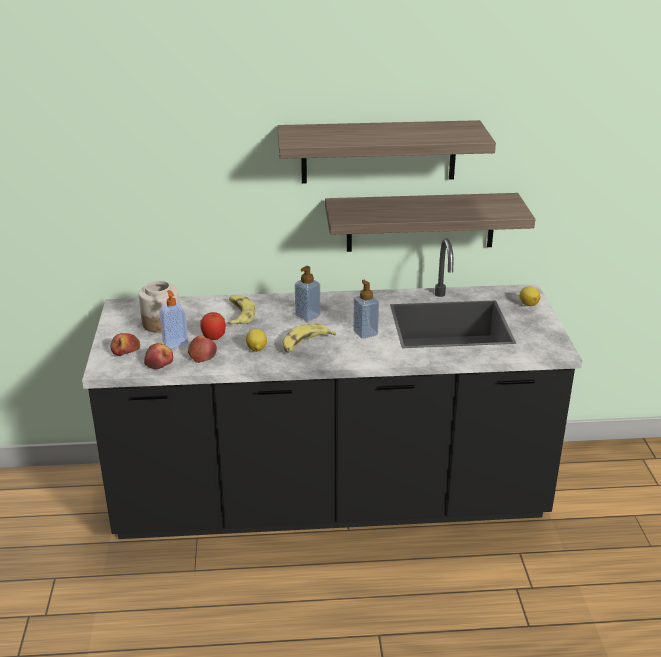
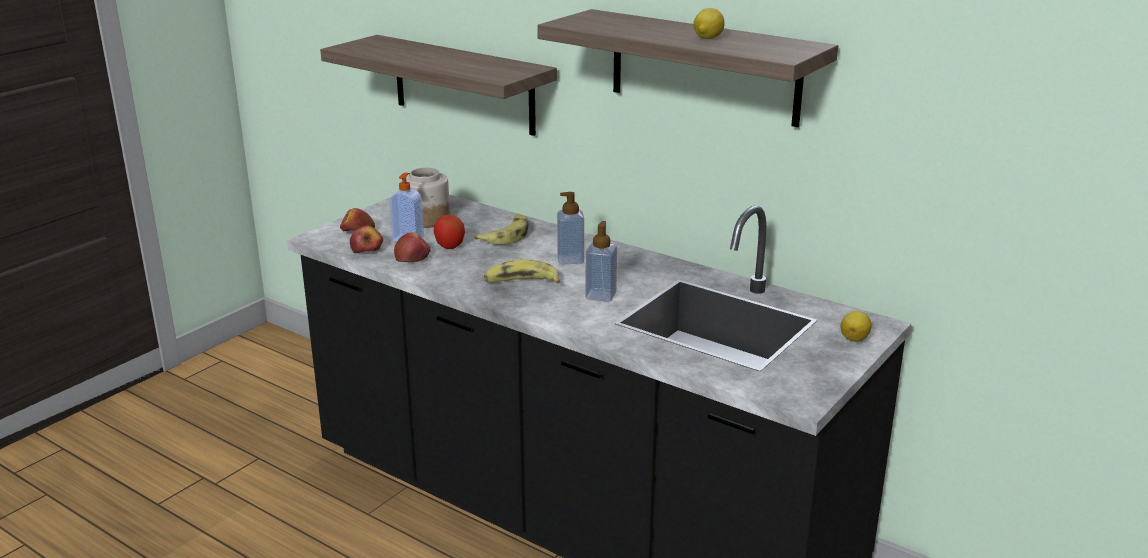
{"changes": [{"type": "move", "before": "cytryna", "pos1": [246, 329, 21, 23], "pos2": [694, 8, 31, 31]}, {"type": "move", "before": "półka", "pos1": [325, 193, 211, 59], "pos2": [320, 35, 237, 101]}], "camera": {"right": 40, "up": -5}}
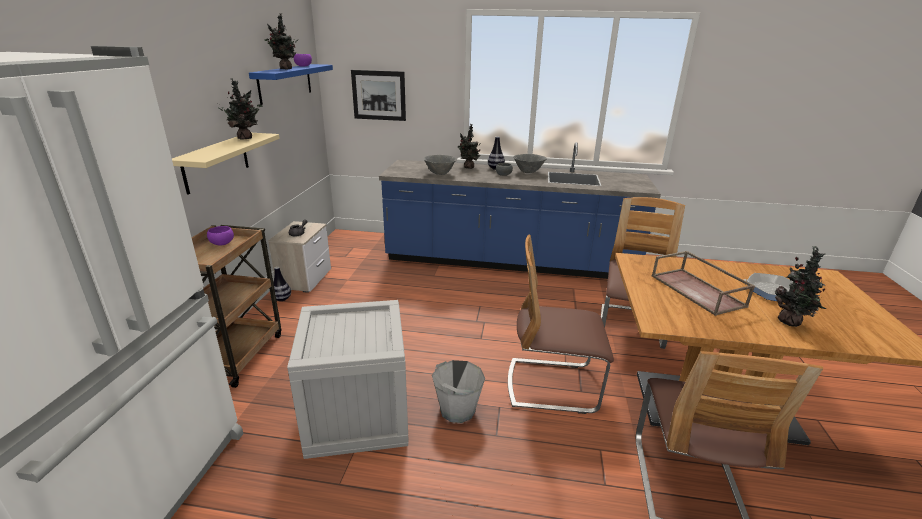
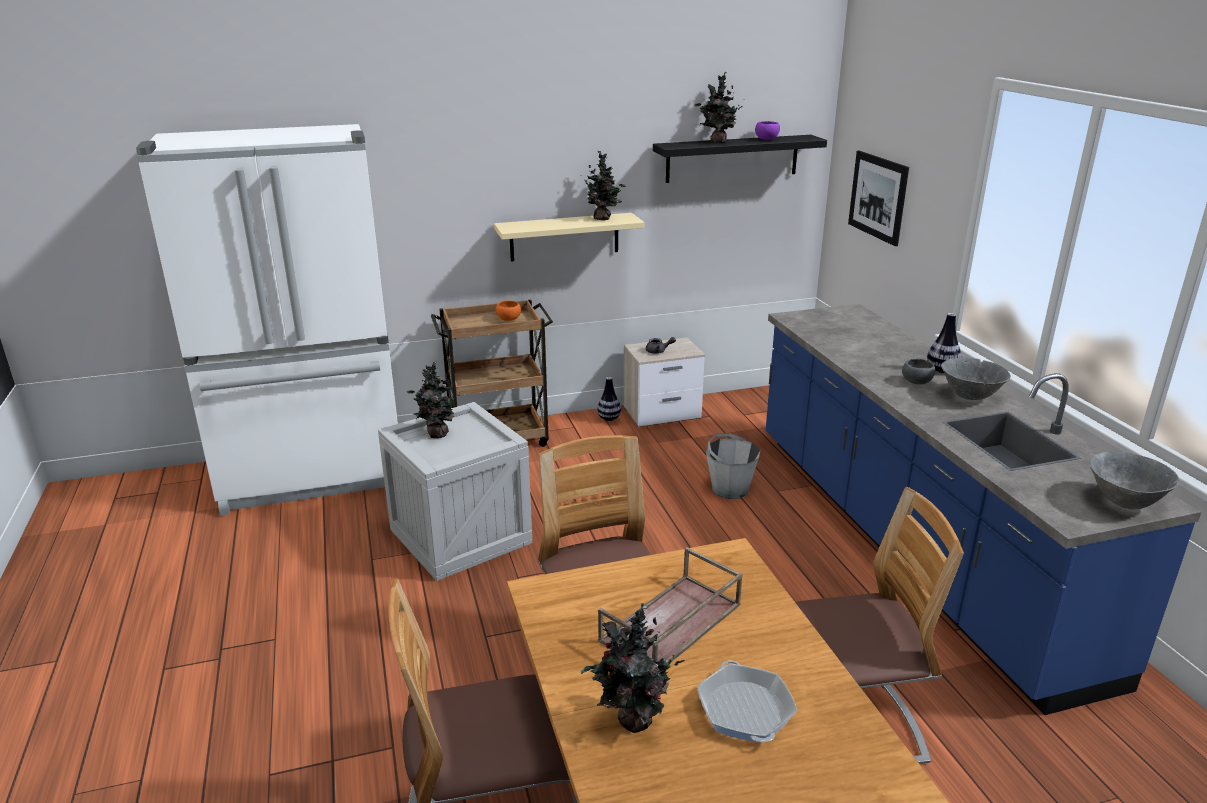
{"changes": [{"type": "recolor", "before": "miska [fioletowy]", "after": "miska [pomarańczowy]", "pos1": [207, 226, 27, 19], "pos2": [496, 300, 25, 21]}, {"type": "recolor", "before": "półka [niebieski]", "after": "półka [czarny]", "pos1": [249, 64, 84, 41], "pos2": [653, 135, 174, 48]}, {"type": "move", "before": "miska [szary]", "pos1": [423, 155, 33, 20], "pos2": [1089, 451, 90, 59]}, {"type": "move", "before": "wiadro [szary]", "pos1": [432, 360, 53, 63], "pos2": [706, 433, 54, 66]}, {"type": "move", "before": "roślina doniczkowa", "pos1": [458, 124, 23, 45], "pos2": [407, 361, 53, 77]}], "camera": {"right": 65, "up": 0}}
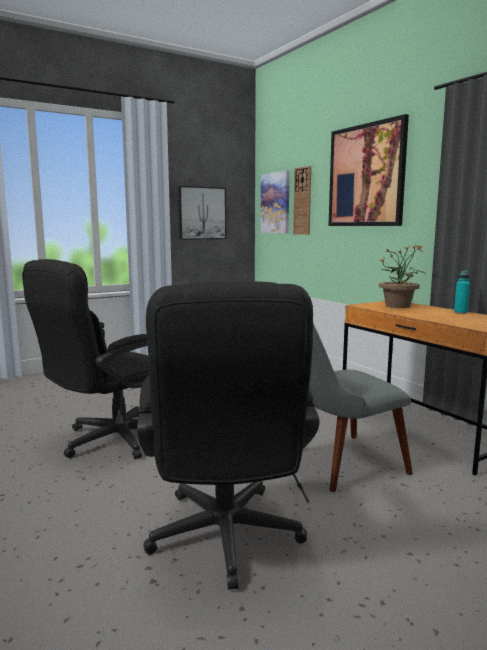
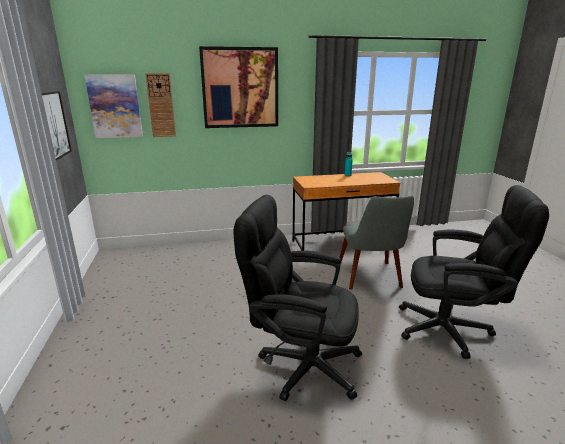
{"changes": [{"type": "rotate", "before": "krzesło biurowe [czarny]", "pos1": [22, 259, 127, 200], "pos2": [233, 195, 129, 206], "turn": 135}, {"type": "delete", "before": "roślina doniczkowa", "pos1": [379, 245, 47, 63]}], "camera": {"right": -70, "up": 10}}
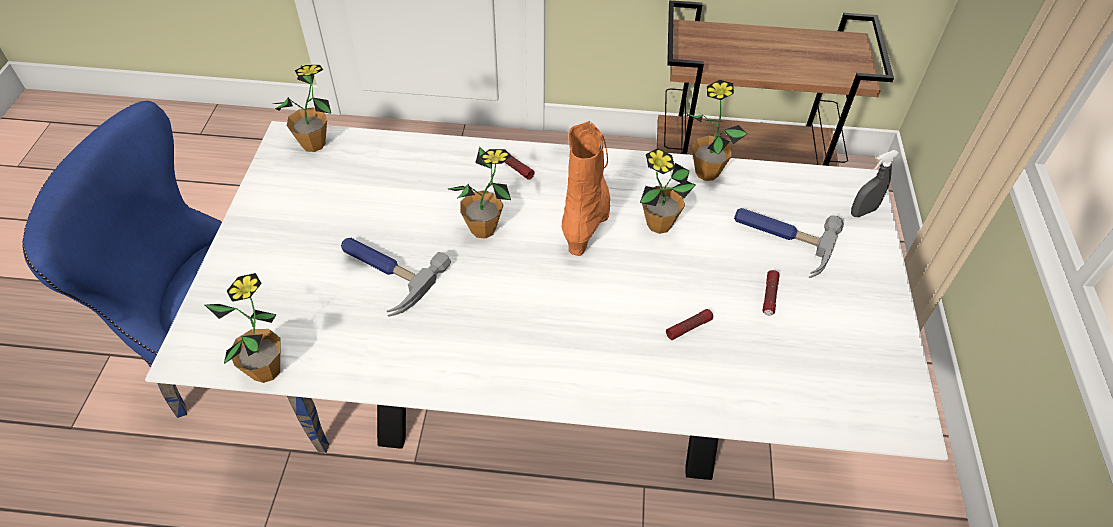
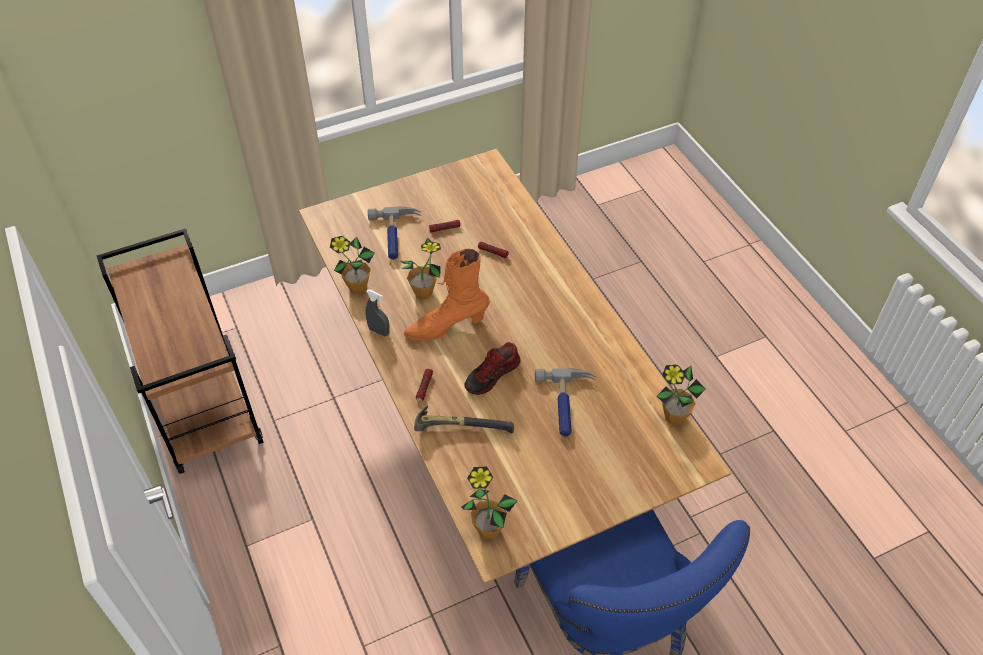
{"changes": [{"type": "recolor", "before": "stół jadalny [biały]", "after": "stół jadalny [brązowy]", "pos1": [145, 121, 803, 359], "pos2": [299, 149, 433, 435]}, {"type": "replace", "before": "roślina doniczkowa", "after": "but", "pos1": [448, 147, 63, 92], "pos2": [464, 342, 57, 53]}, {"type": "move", "before": "spryskiwacz [szary]", "pos1": [851, 150, 48, 67], "pos2": [365, 289, 25, 48]}, {"type": "insert", "after": "młotek", "pos2": [414, 405, 100, 29]}], "camera": {"right": -120, "up": 0}}
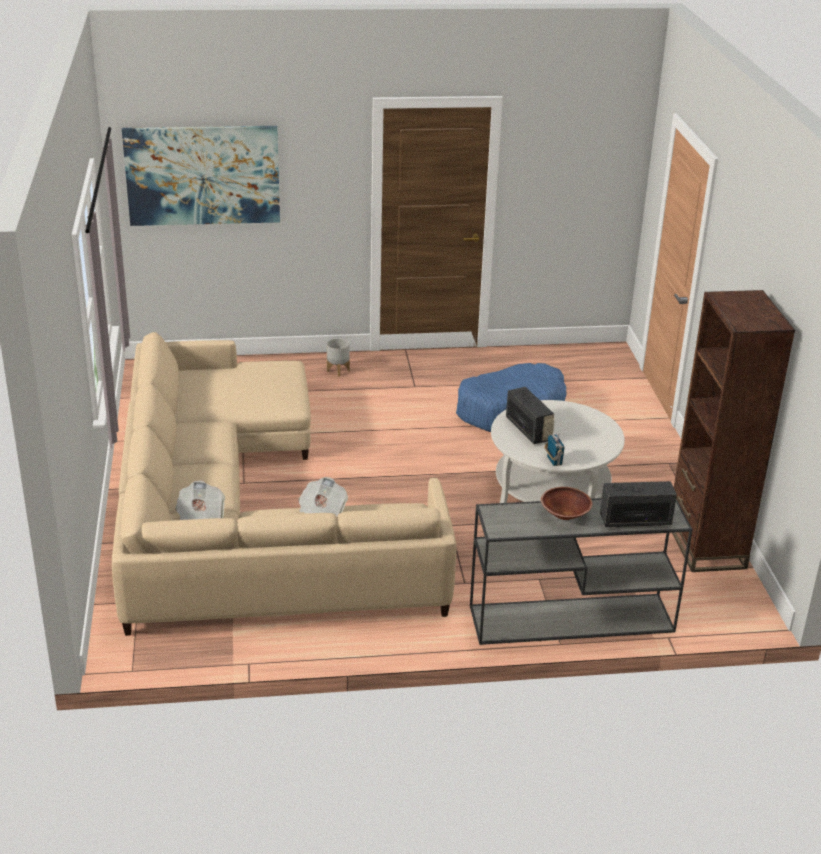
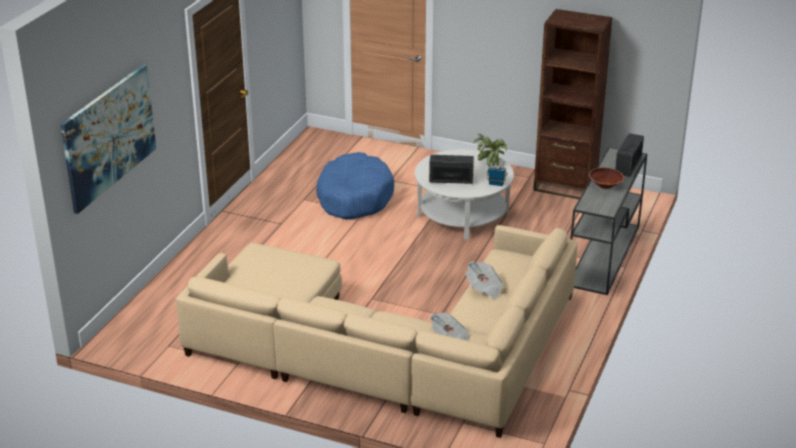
{"changes": [{"type": "delete", "before": "donica [szary]", "pos1": [327, 338, 23, 39]}, {"type": "insert", "after": "roślina doniczkowa", "pos2": [473, 133, 34, 34]}], "camera": {"right": -60, "up": 0}}
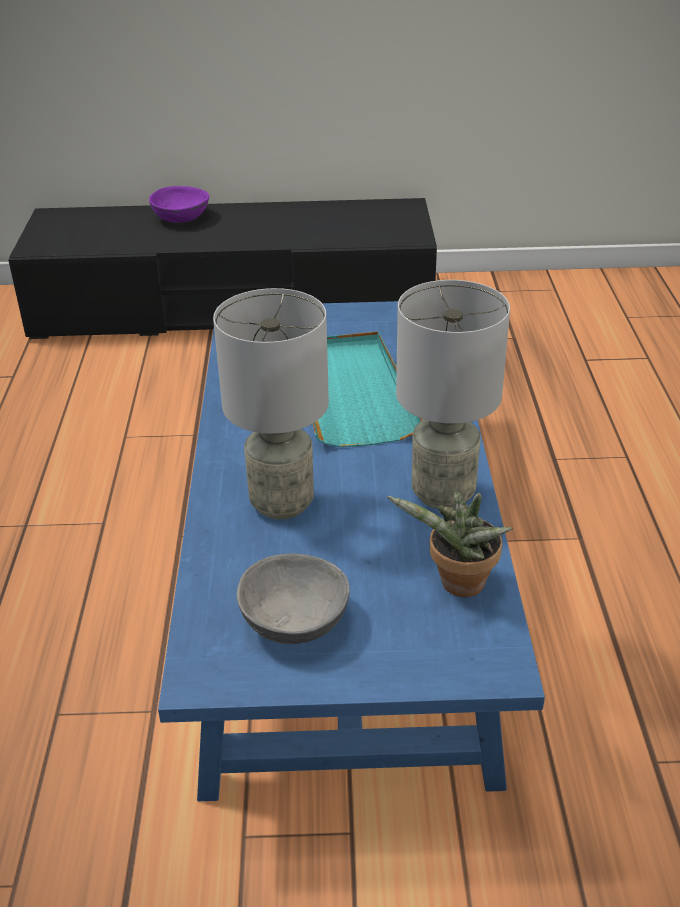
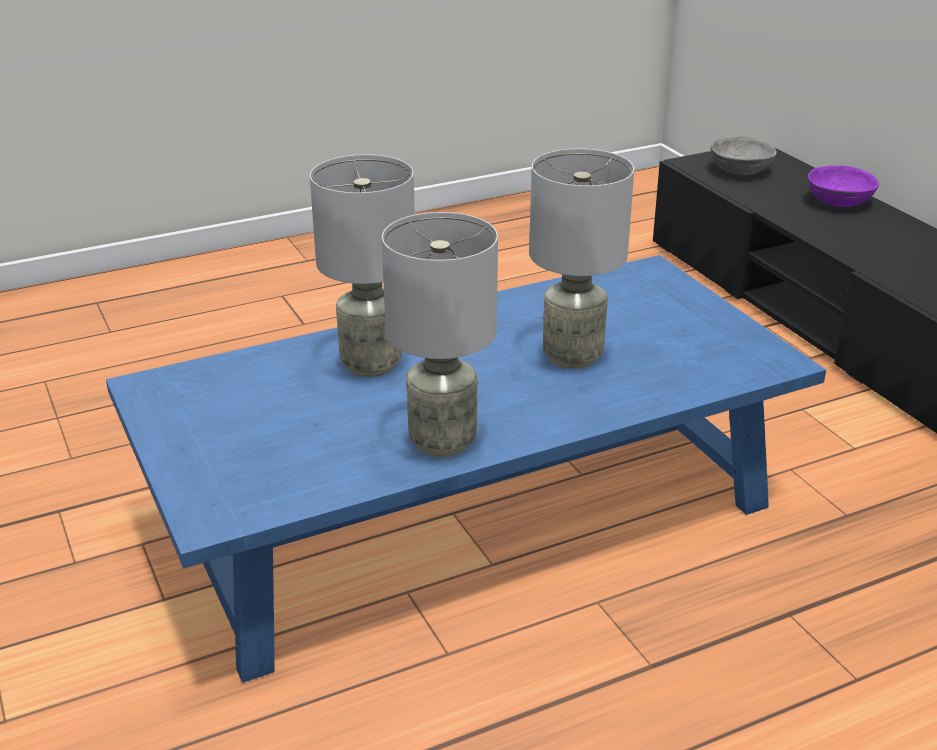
{"changes": [{"type": "move", "before": "miska [szary]", "pos1": [237, 553, 113, 91], "pos2": [711, 136, 66, 39]}, {"type": "replace", "before": "taca [turkusowy]", "after": "lampa stołowa [szary]", "pos1": [313, 332, 110, 115], "pos2": [529, 148, 105, 221]}, {"type": "delete", "before": "roślina doniczkowa", "pos1": [387, 492, 126, 105]}], "camera": {"right": 65, "up": -5}}
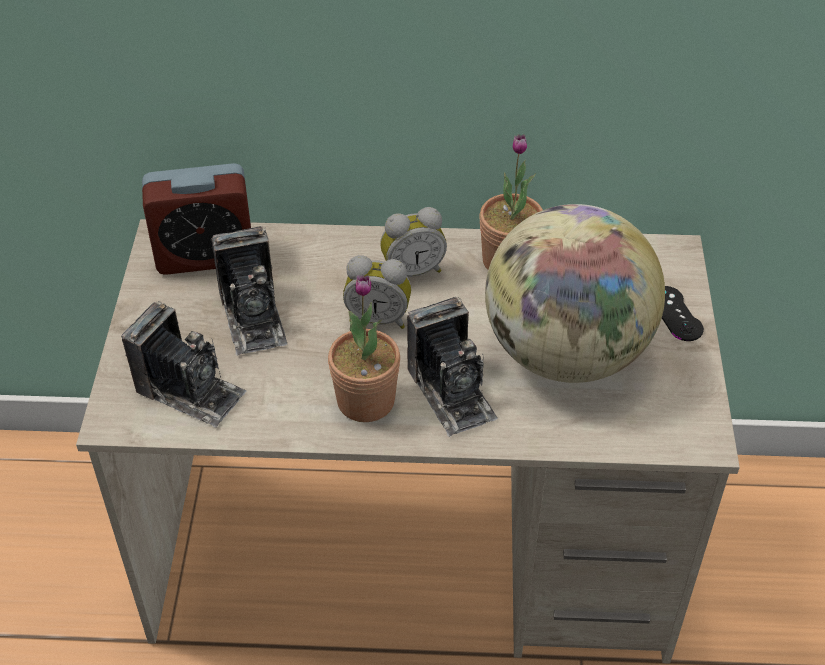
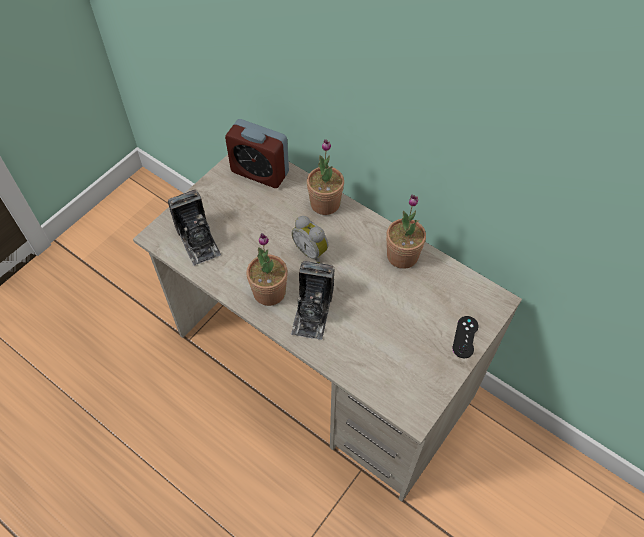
{"changes": [{"type": "delete", "before": "aparat fotograficzny", "pos1": [211, 226, 76, 130]}, {"type": "delete", "before": "budzik", "pos1": [380, 207, 67, 70]}, {"type": "delete", "before": "globus", "pos1": [485, 204, 180, 179]}, {"type": "insert", "after": "roślina doniczkowa", "pos2": [307, 139, 37, 76]}], "camera": {"right": 35, "up": 10}}
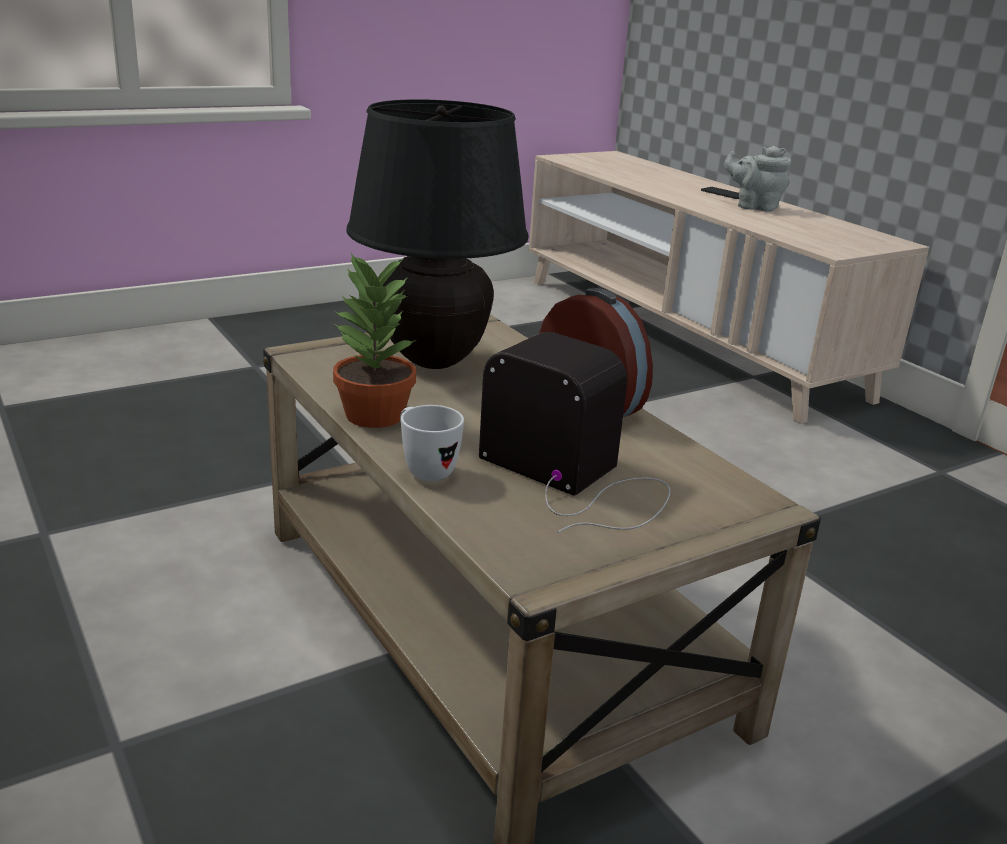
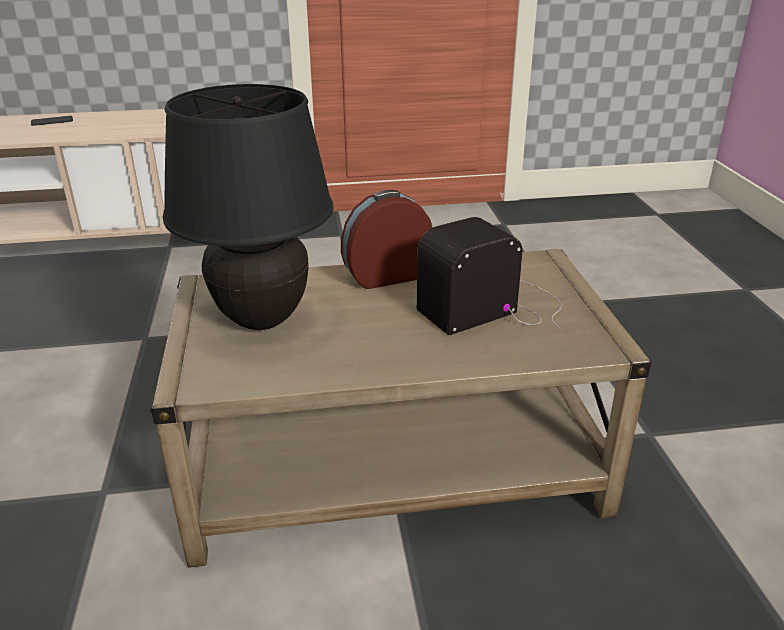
{"changes": [{"type": "delete", "before": "roślina doniczkowa", "pos1": [333, 253, 83, 175]}, {"type": "delete", "before": "kubek [biały]", "pos1": [400, 405, 64, 76]}, {"type": "delete", "before": "imbryk [szary]", "pos1": [724, 146, 67, 66]}], "camera": {"right": -65, "up": 5}}
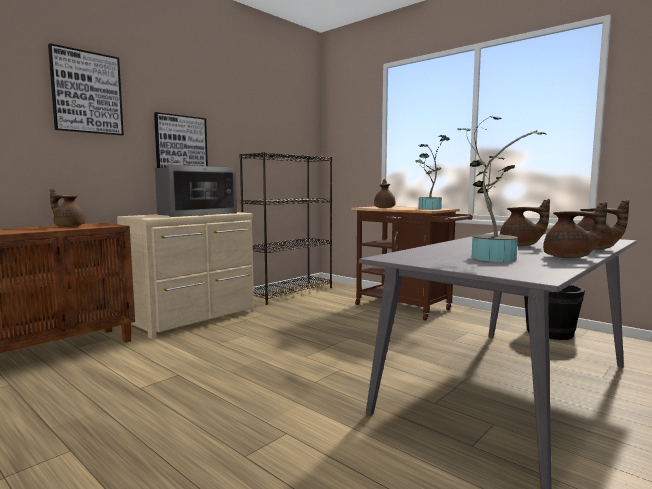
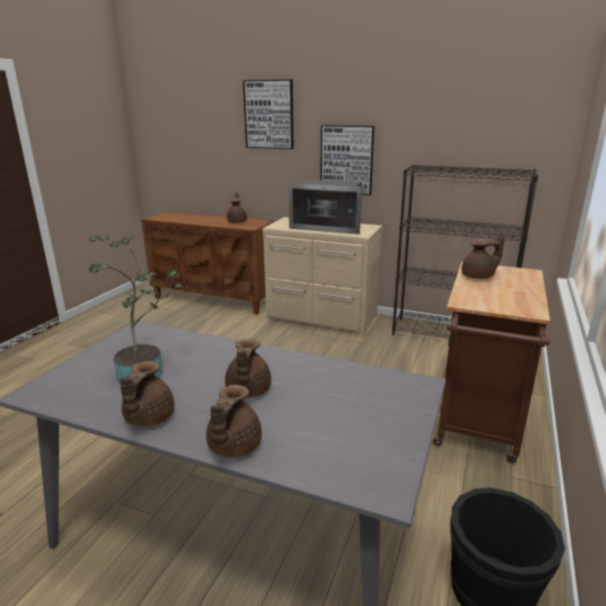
{"changes": [{"type": "delete", "before": "roślina doniczkowa", "pos1": [415, 135, 35, 75]}], "camera": {"right": 70, "up": 15}}
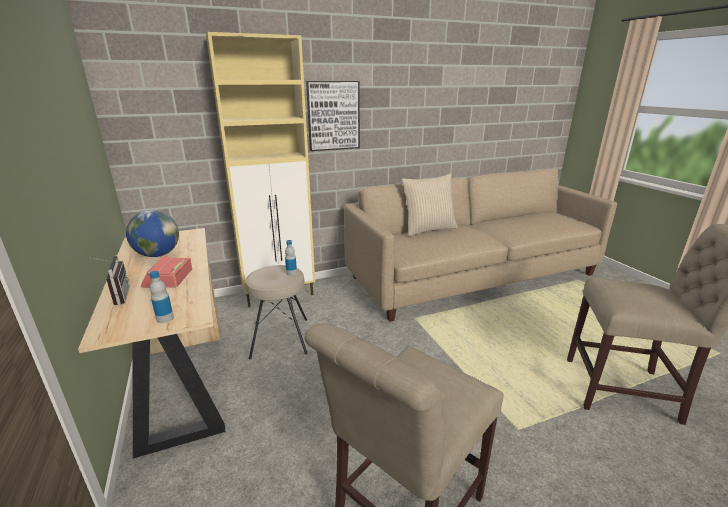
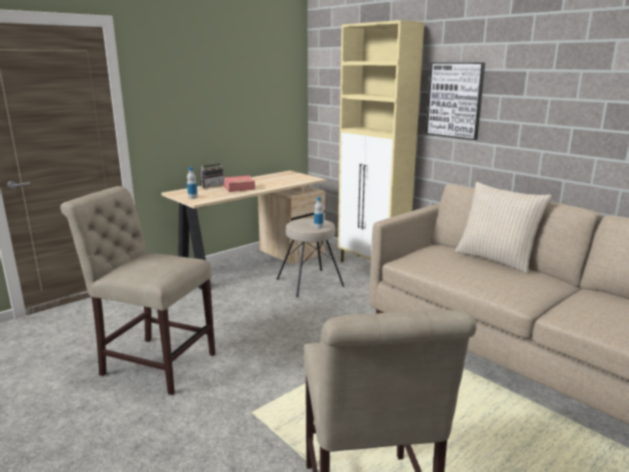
{"changes": [{"type": "delete", "before": "globus", "pos1": [126, 210, 53, 47]}], "camera": {"right": 70, "up": -5}}
